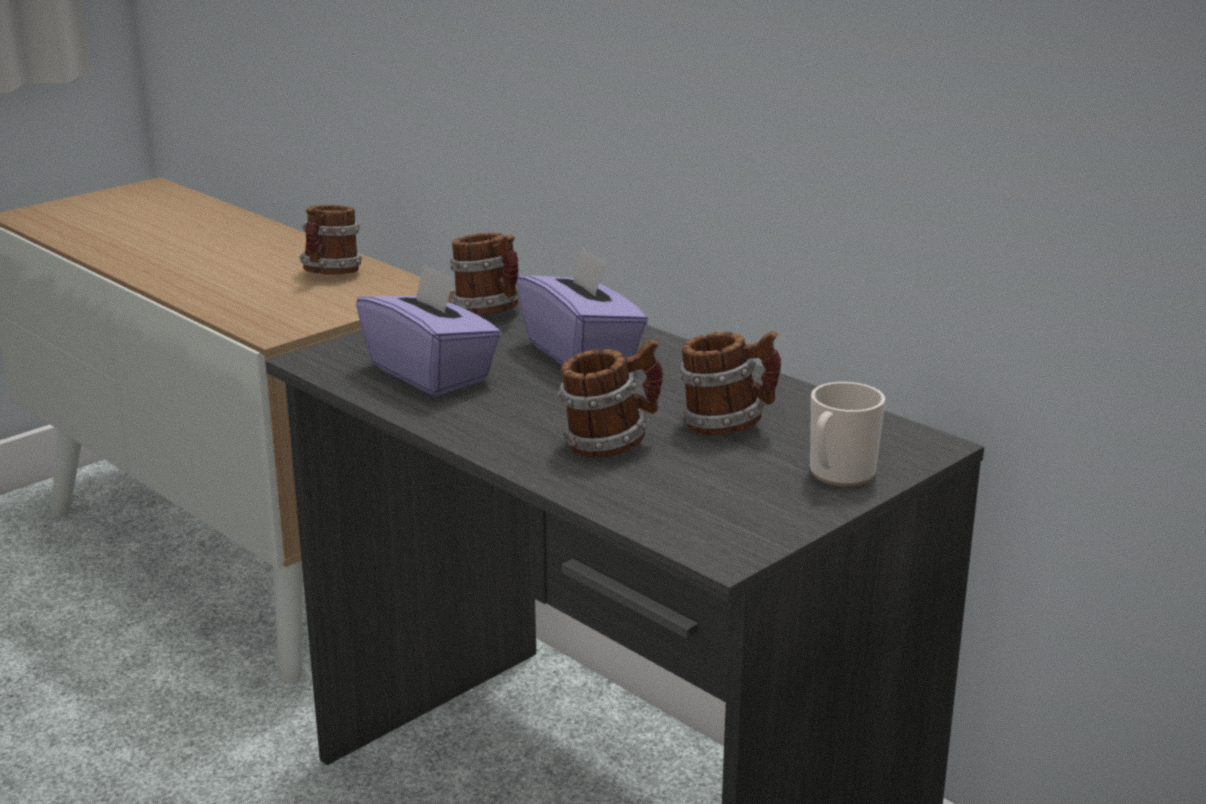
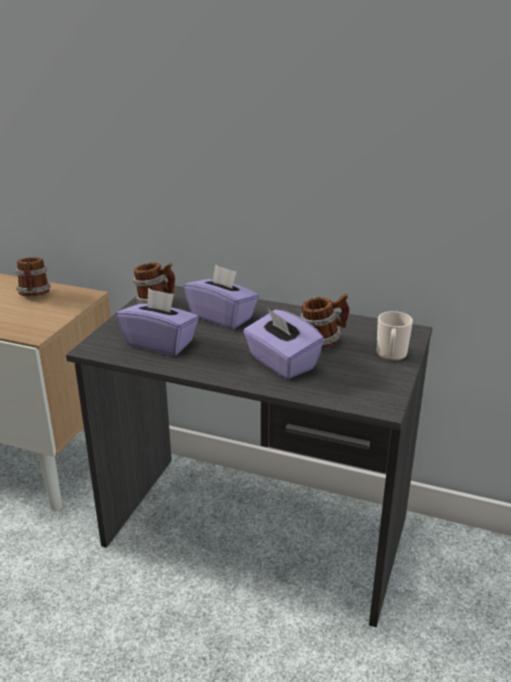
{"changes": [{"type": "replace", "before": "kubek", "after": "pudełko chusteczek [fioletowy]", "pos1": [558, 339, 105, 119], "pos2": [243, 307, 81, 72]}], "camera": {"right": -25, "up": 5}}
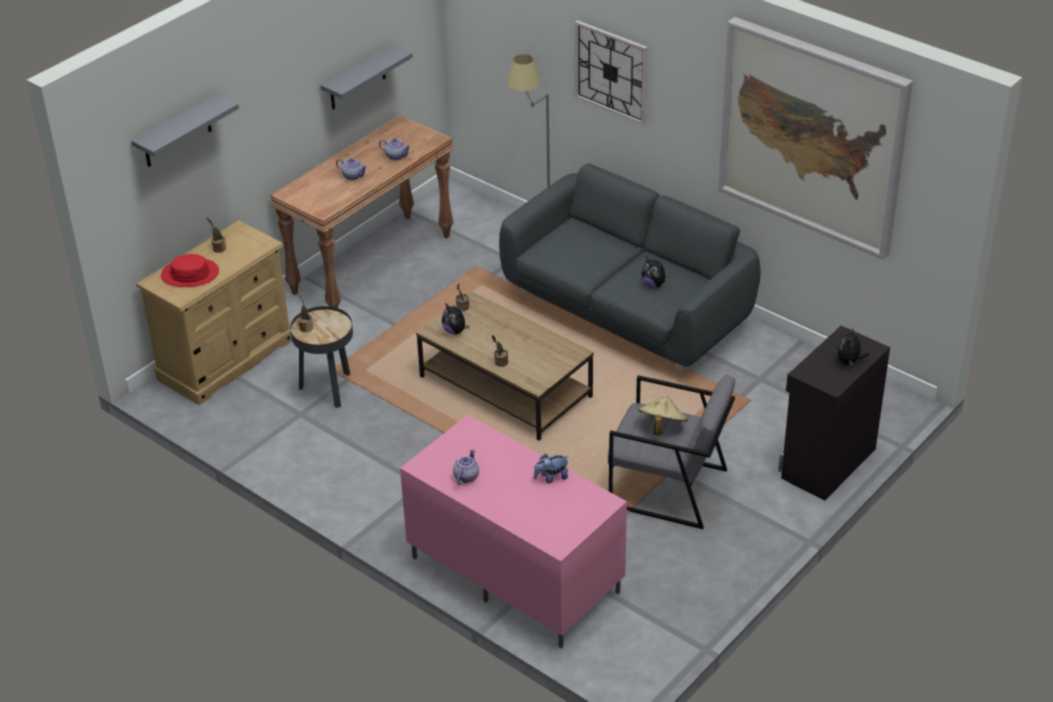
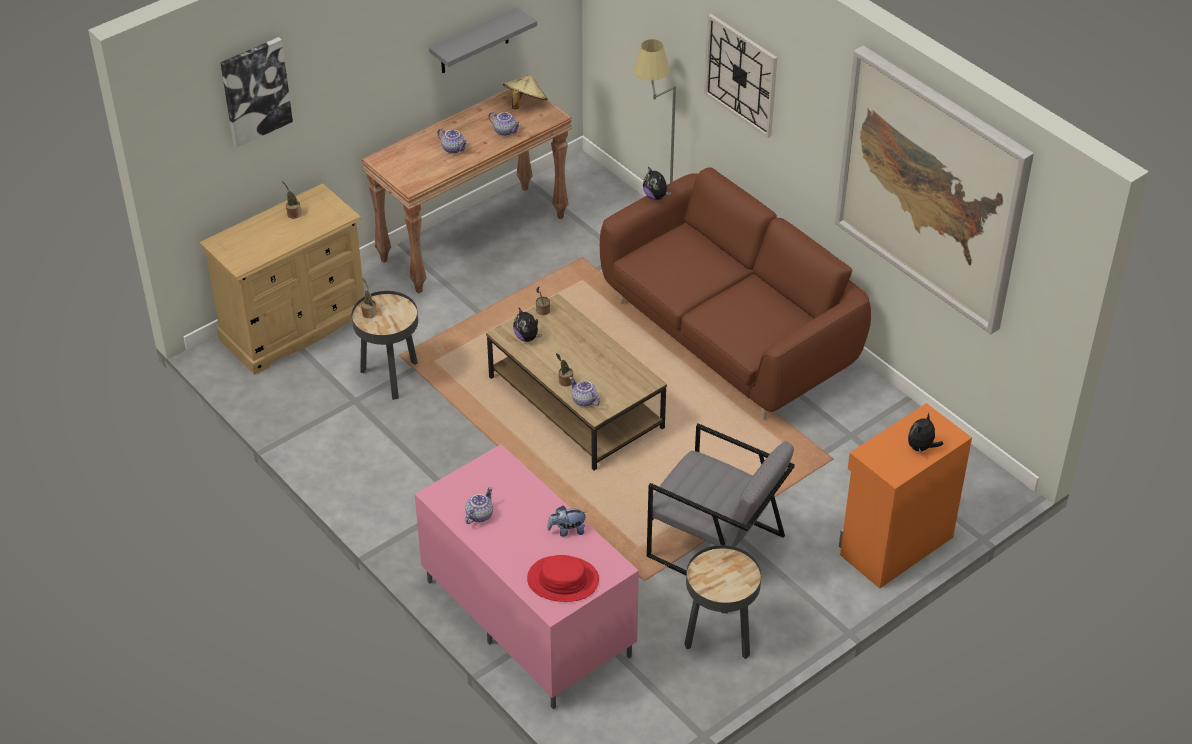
{"changes": [{"type": "replace", "before": "półka [szary]", "after": "obraz", "pos1": [131, 94, 108, 73], "pos2": [220, 37, 73, 110]}, {"type": "move", "before": "kapelusz [czerwony]", "pos1": [161, 254, 58, 33], "pos2": [527, 555, 72, 47]}, {"type": "recolor", "before": "kanapa [szary]", "after": "kanapa [brązowy]", "pos1": [499, 164, 261, 213], "pos2": [600, 167, 271, 253]}, {"type": "move", "before": "kapelusz [beżowy]", "pos1": [638, 396, 50, 40], "pos2": [503, 75, 45, 35]}, {"type": "move", "before": "pluszak", "pos1": [642, 257, 28, 30], "pos2": [643, 166, 28, 34]}, {"type": "recolor", "before": "szafka [czarny]", "after": "szafka [pomarańczowy]", "pos1": [778, 326, 112, 175], "pos2": [839, 403, 133, 185]}, {"type": "insert", "after": "imbryk", "pos2": [569, 377, 31, 30]}, {"type": "insert", "after": "stolik [czarny]", "pos2": [684, 545, 78, 114]}], "camera": {"right": 10, "up": 5}}
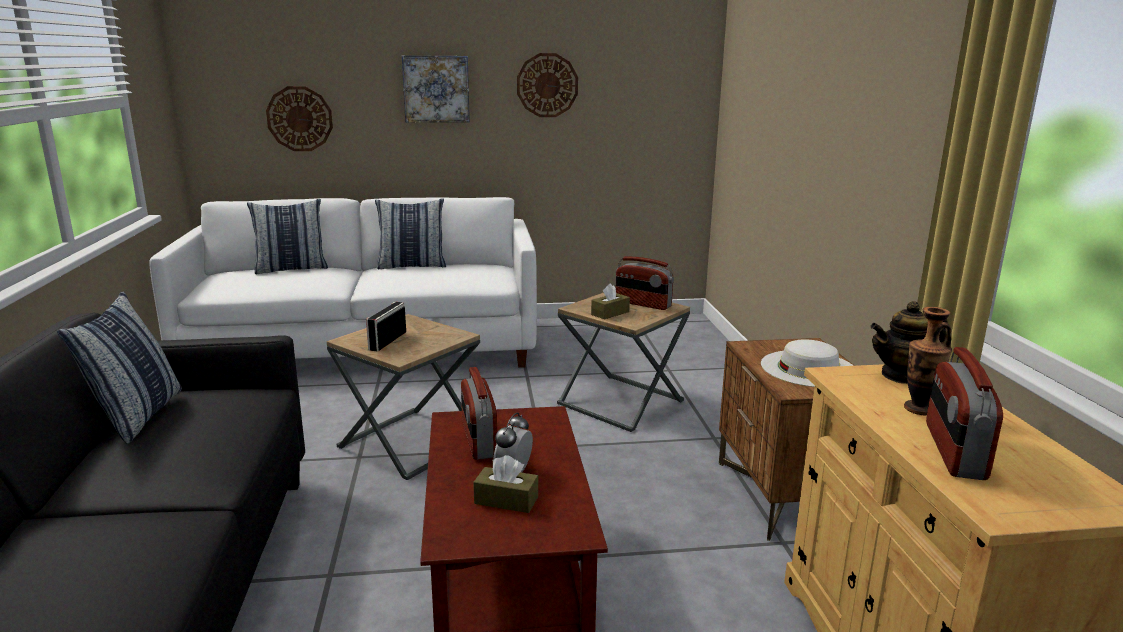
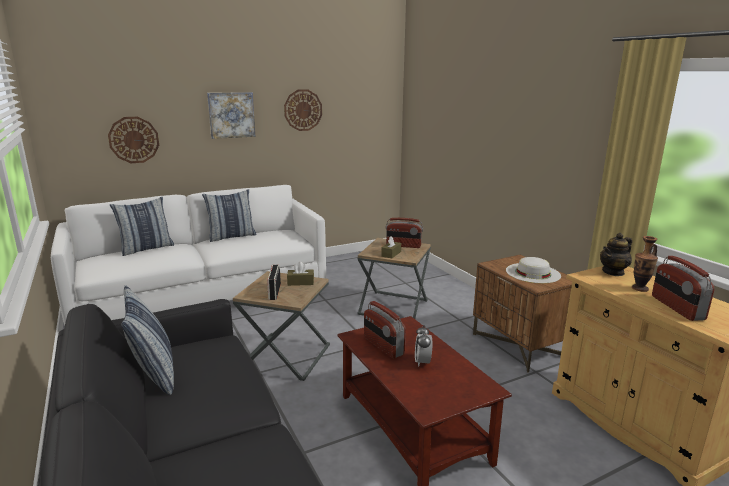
{"changes": [{"type": "move", "before": "pudełko chusteczek [brązowy]", "pos1": [473, 455, 65, 58], "pos2": [287, 262, 27, 24]}], "camera": {"right": -20, "up": 0}}
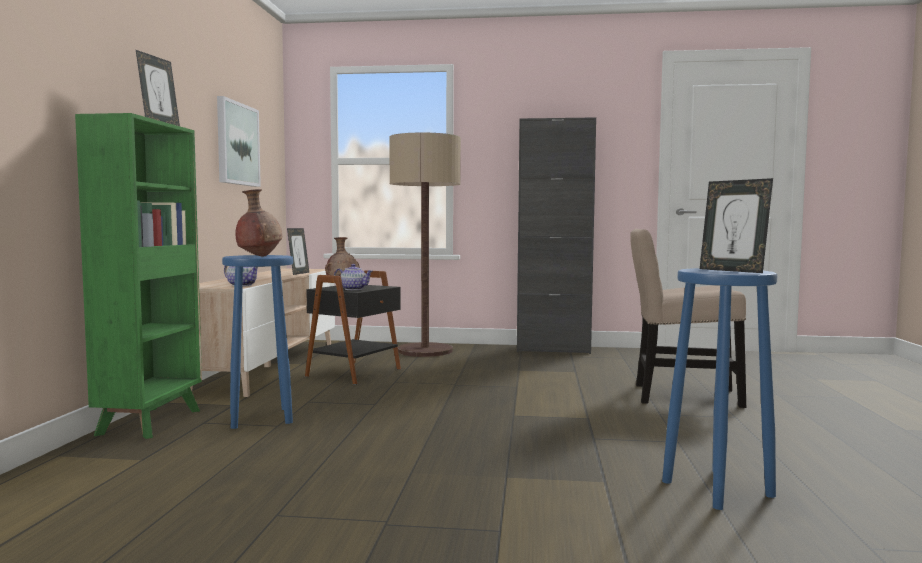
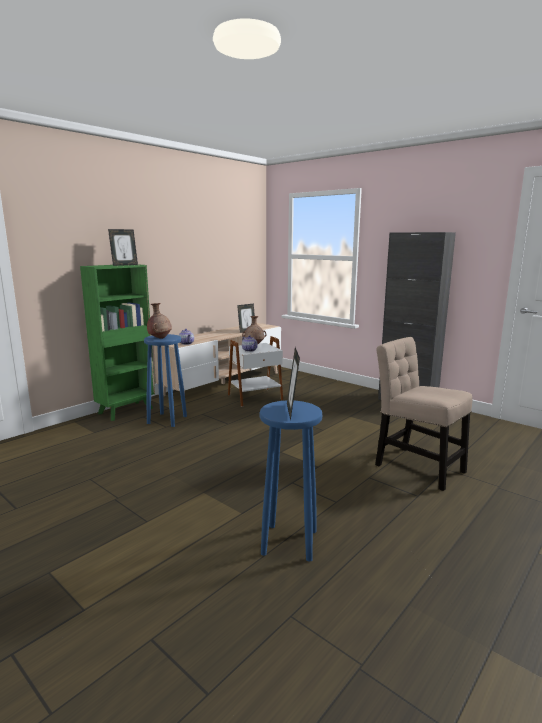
{"changes": [{"type": "delete", "before": "obraz", "pos1": [217, 96, 44, 91]}, {"type": "recolor", "before": "stolik [czarny]", "after": "stolik [biały]", "pos1": [305, 270, 96, 115], "pos2": [228, 336, 55, 71]}, {"type": "delete", "before": "lampa stojąca", "pos1": [389, 133, 72, 224]}], "camera": {"right": 35, "up": 10}}
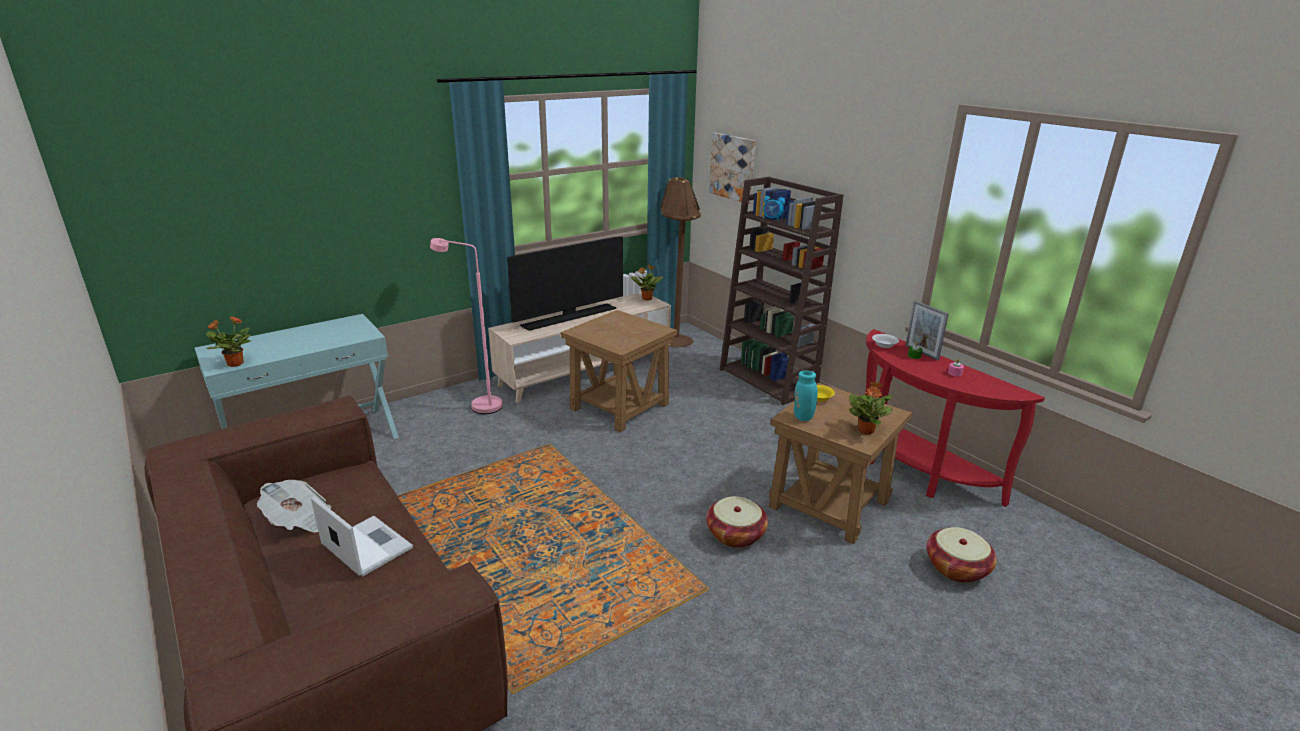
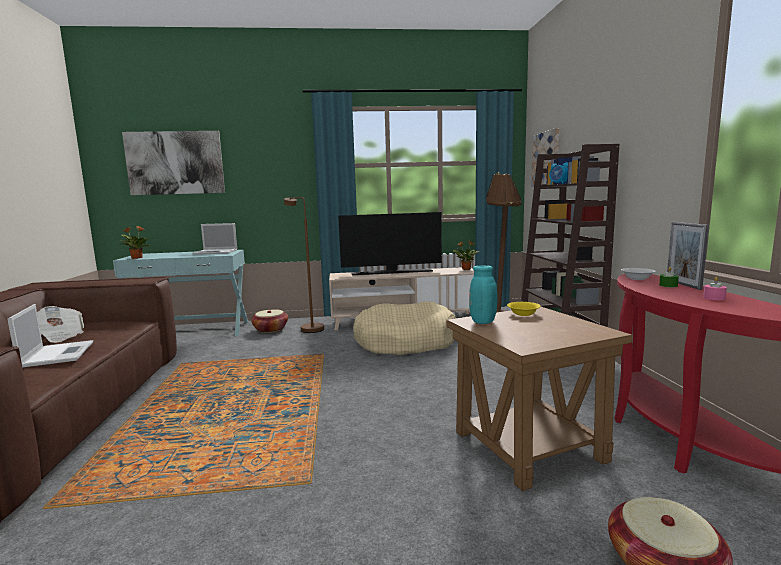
{"changes": [{"type": "recolor", "before": "lampa stojąca [różowy]", "after": "lampa stojąca [brązowy]", "pos1": [430, 238, 73, 176], "pos2": [284, 197, 40, 136]}, {"type": "replace", "before": "stolik [brązowy]", "after": "legowisko [beżowy]", "pos1": [561, 310, 117, 122], "pos2": [353, 301, 103, 54]}, {"type": "move", "before": "koszyk", "pos1": [706, 496, 62, 52], "pos2": [251, 309, 37, 24]}, {"type": "delete", "before": "roślina doniczkowa", "pos1": [849, 382, 44, 53]}, {"type": "insert", "after": "obraz", "pos2": [122, 131, 103, 64]}, {"type": "insert", "after": "laptop", "pos2": [193, 223, 44, 32]}], "camera": {"right": 30, "up": -15}}
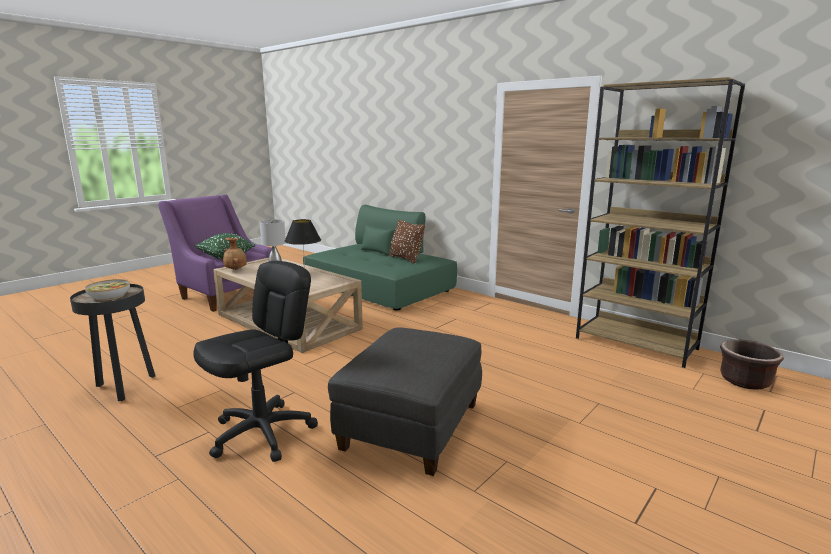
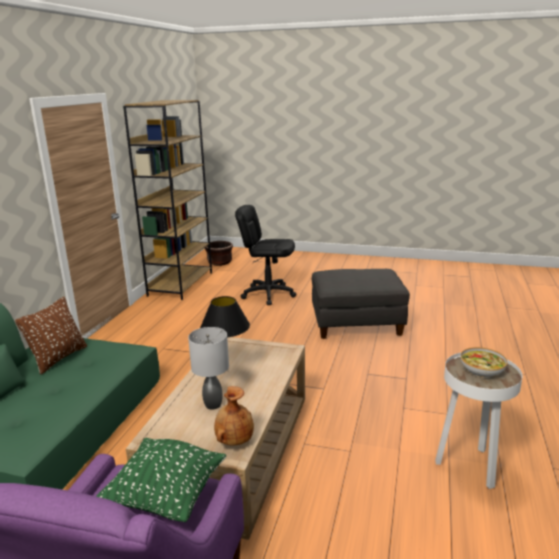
{"changes": [{"type": "recolor", "before": "stolik [czarny]", "after": "stolik [biały]", "pos1": [70, 284, 85, 117], "pos2": [435, 352, 88, 137]}, {"type": "move", "before": "krzesło biurowe [czarny]", "pos1": [193, 261, 125, 201], "pos2": [235, 205, 61, 100]}], "camera": {"right": -115, "up": 5}}
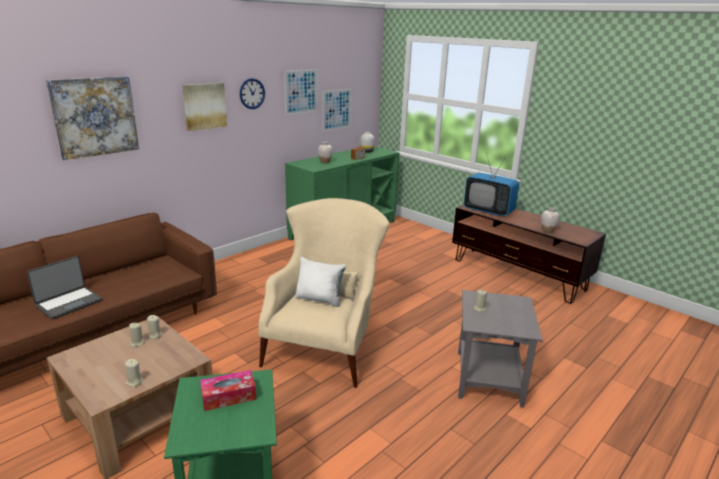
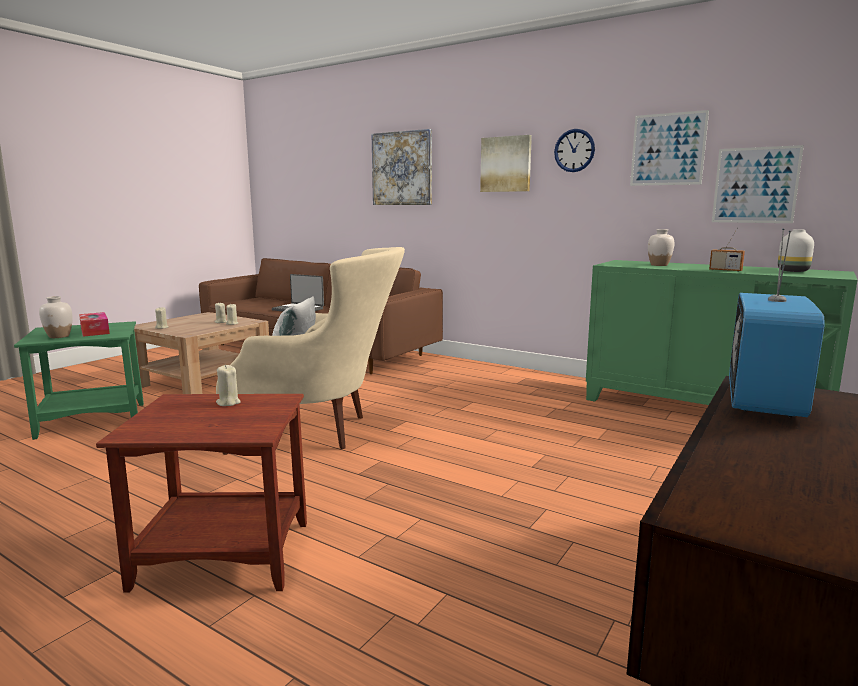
{"changes": [{"type": "recolor", "before": "stolik [szary]", "after": "stolik [brązowy]", "pos1": [458, 290, 85, 118], "pos2": [96, 394, 211, 199]}, {"type": "move", "before": "wazon [biały]", "pos1": [541, 207, 18, 26], "pos2": [39, 296, 33, 42]}], "camera": {"right": 80, "up": -10}}
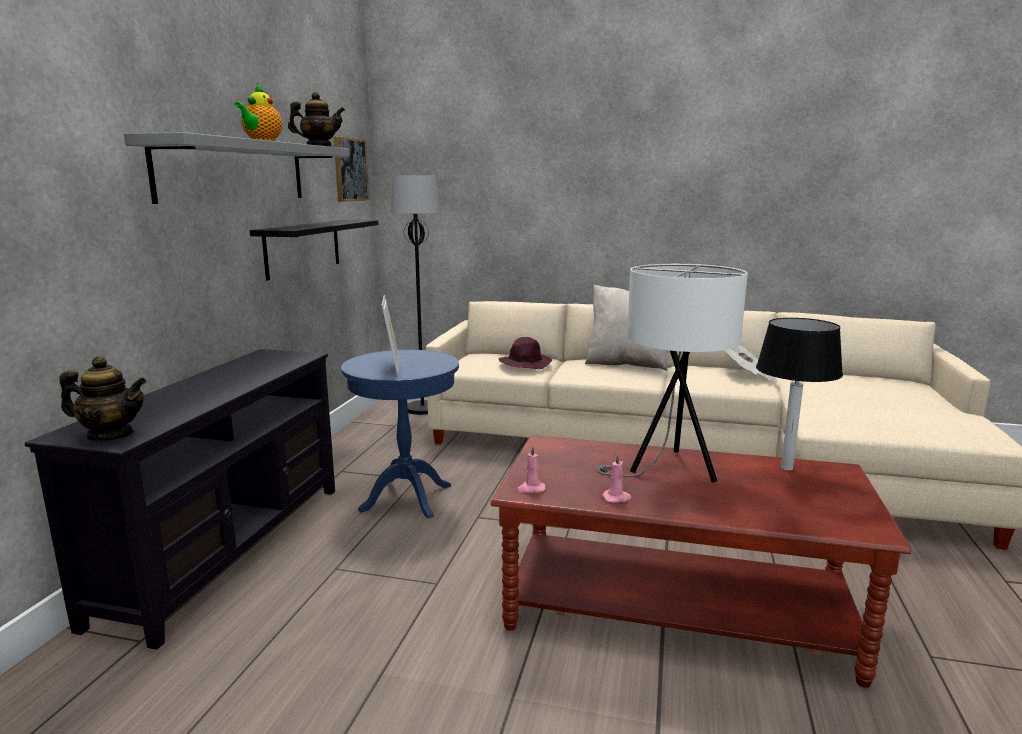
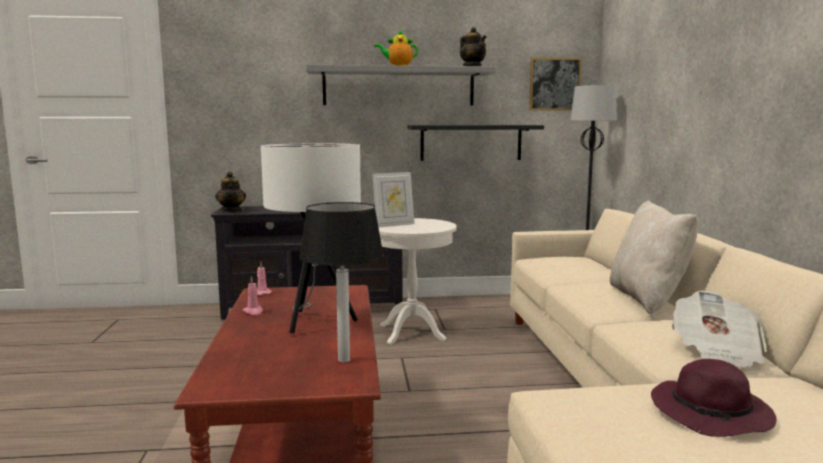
{"changes": [{"type": "recolor", "before": "stolik [niebieski]", "after": "stolik [biały]", "pos1": [341, 350, 118, 168], "pos2": [378, 218, 79, 127]}, {"type": "move", "before": "kapelusz [fioletowy]", "pos1": [499, 337, 53, 32], "pos2": [651, 359, 125, 78]}], "camera": {"right": 70, "up": -5}}
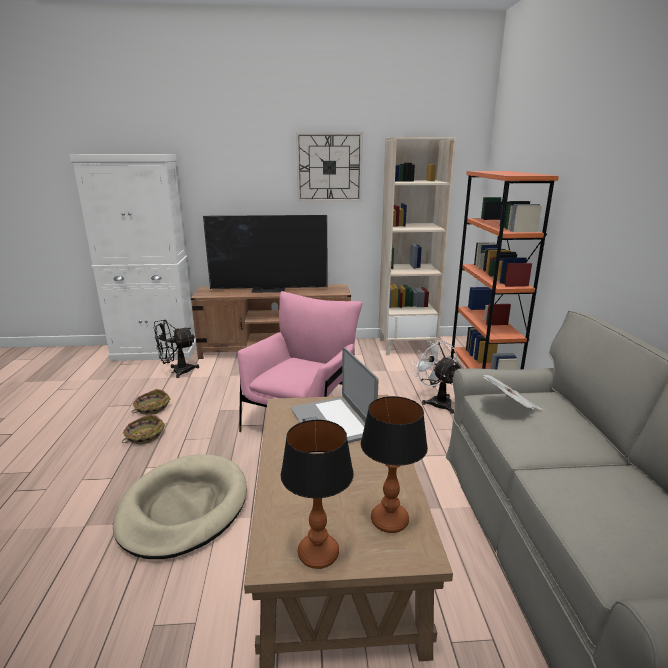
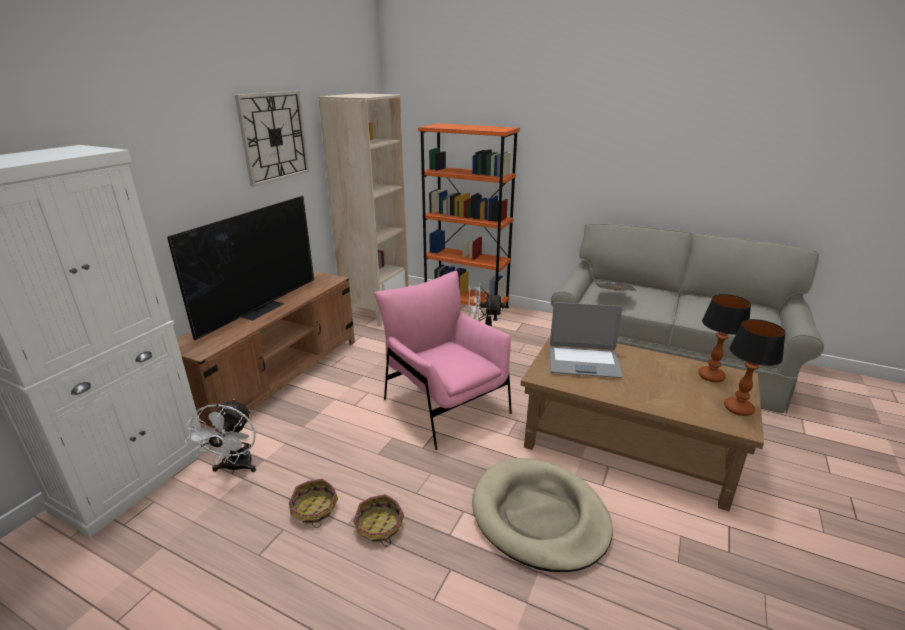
{"changes": [{"type": "recolor", "before": "wentylator [czarny]", "after": "wentylator [biały]", "pos1": [154, 320, 45, 58], "pos2": [185, 399, 71, 75]}], "camera": {"right": -60, "up": 5}}
